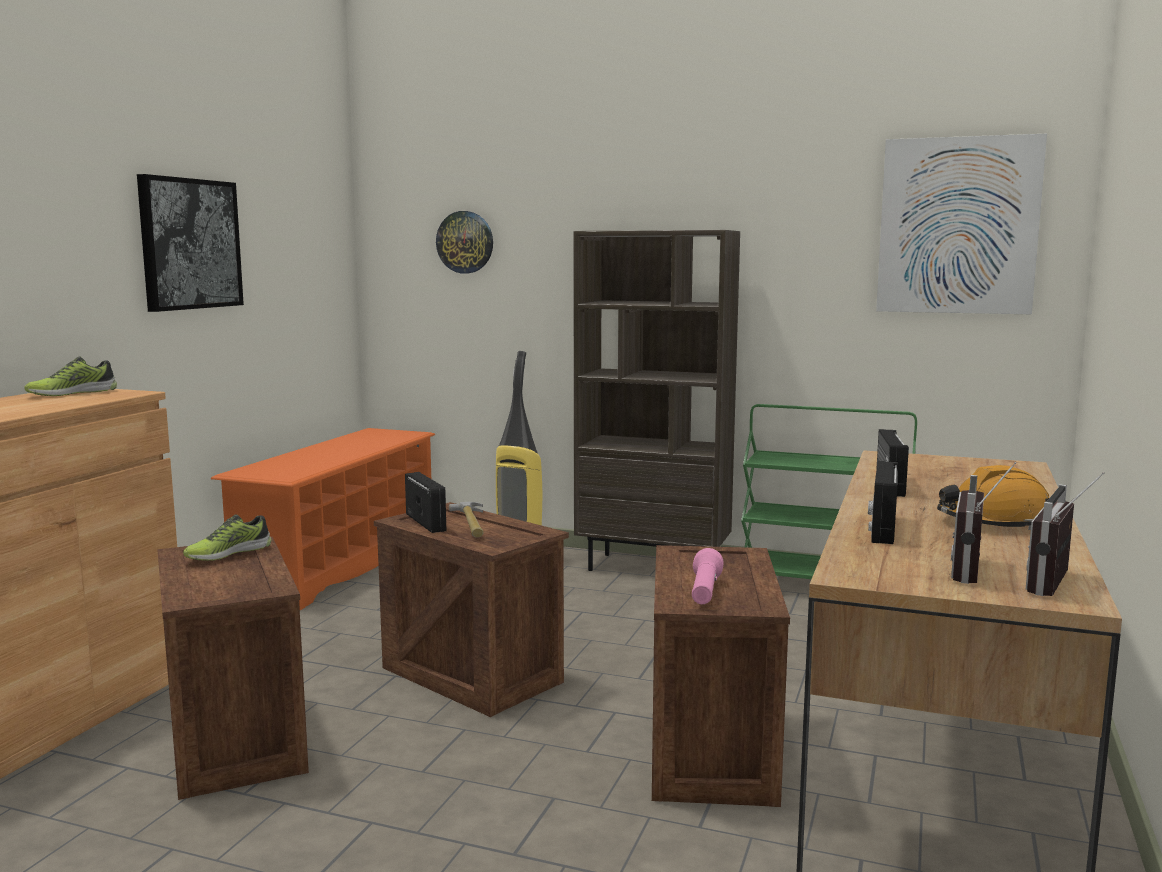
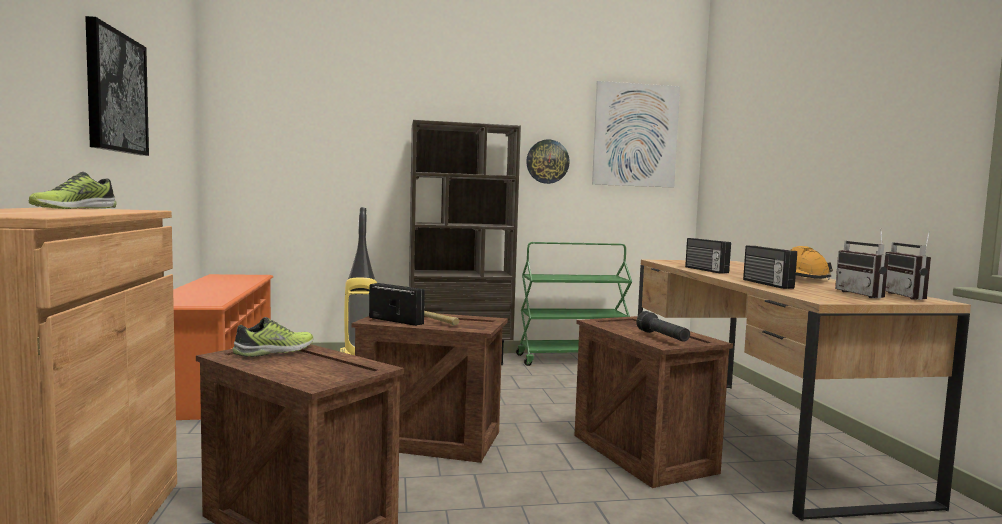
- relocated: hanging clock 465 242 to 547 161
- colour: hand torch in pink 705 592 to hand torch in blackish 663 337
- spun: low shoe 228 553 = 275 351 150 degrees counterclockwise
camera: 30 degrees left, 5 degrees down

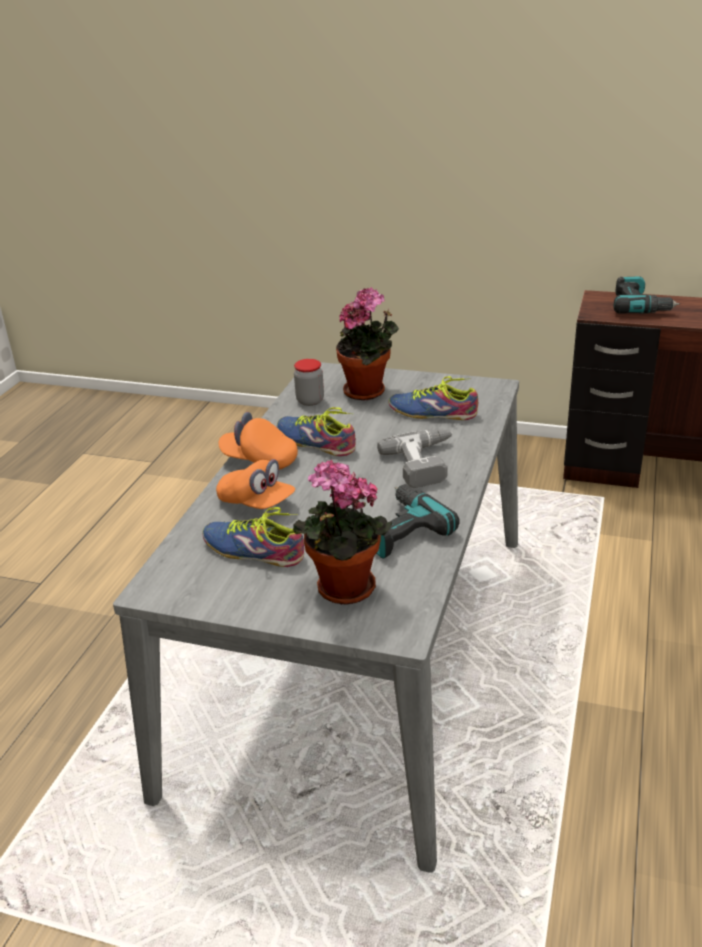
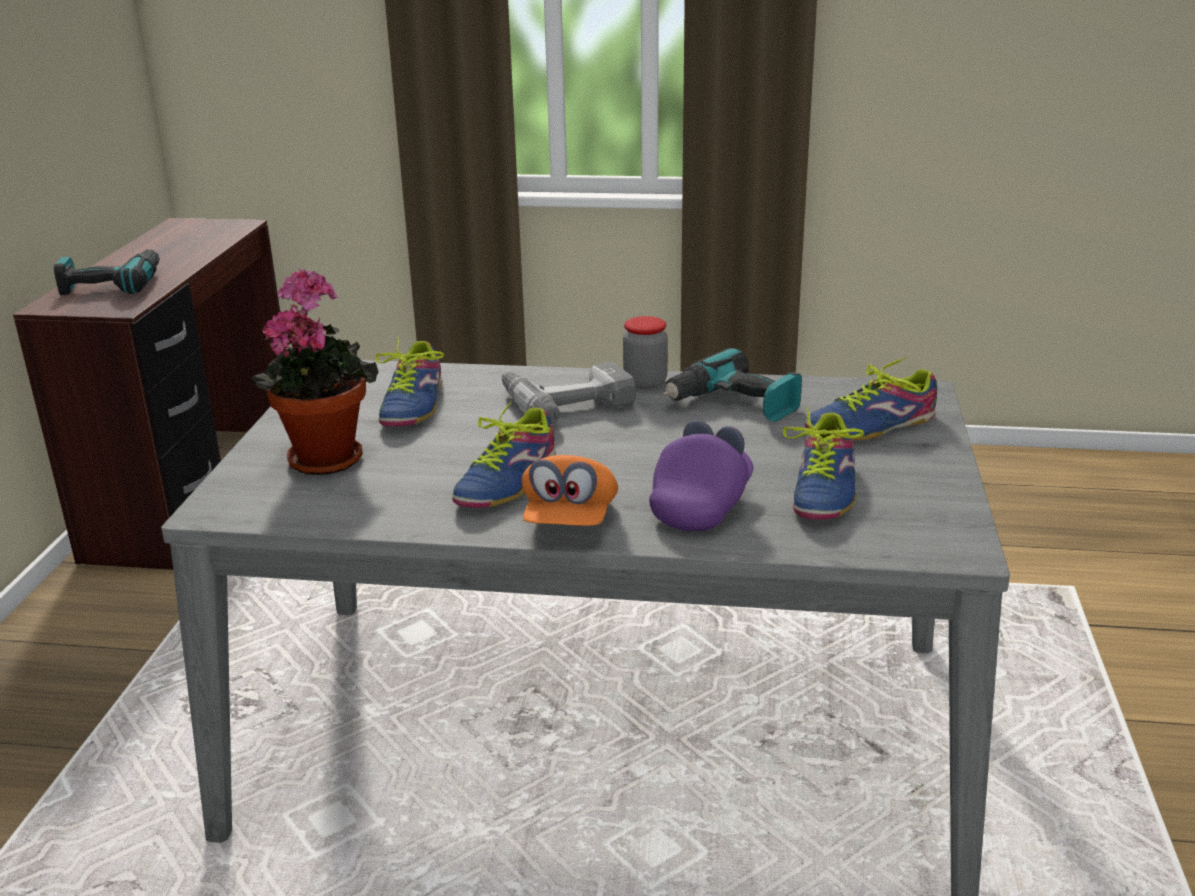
- relocated: jar 310 401 to 645 382
- exchanged: potted plant 342 591 to low shoe 872 426
- colour: peaked cap in orange 256 503 to peaked cap in purplish 702 504
camera: 100 degrees left, 5 degrees down

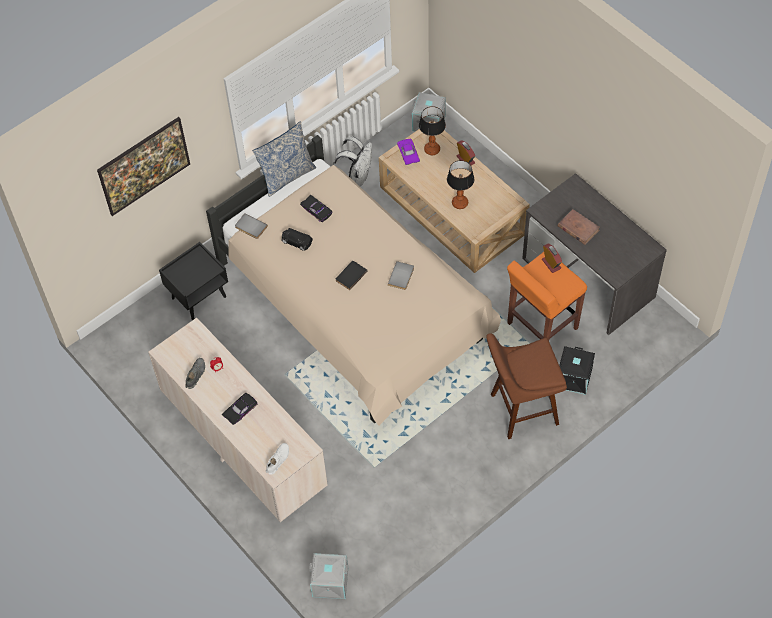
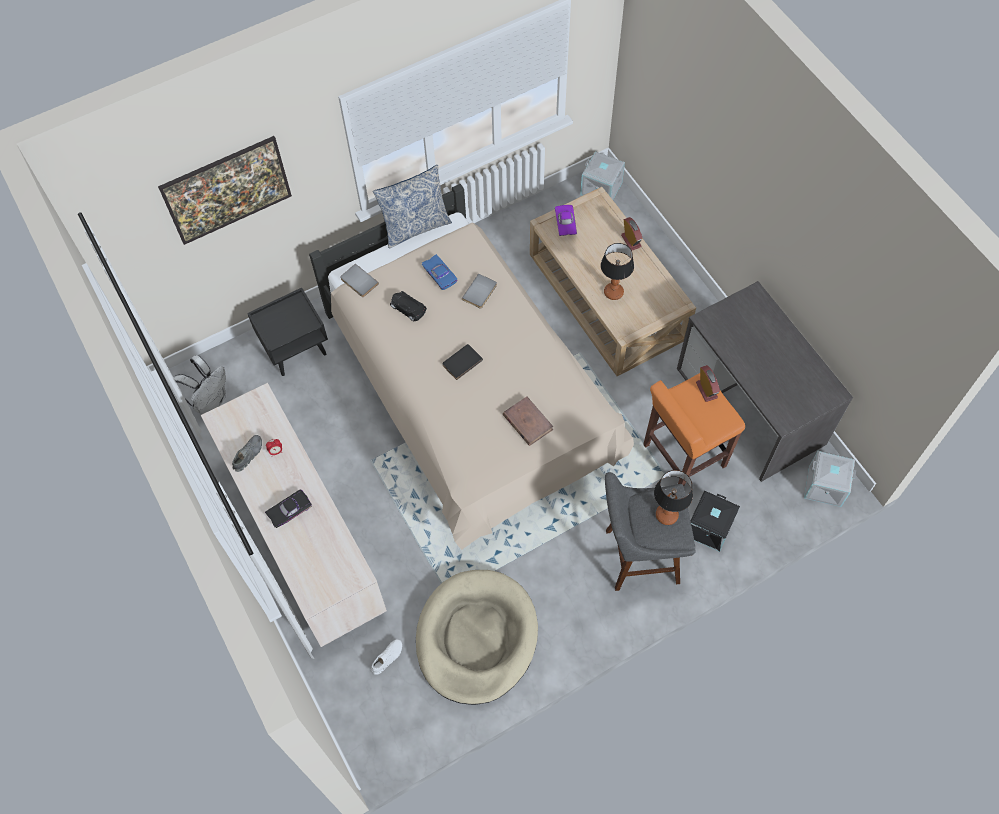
- appeared: dog bed in sand-coloured 476 638
- relocated: low shoe in white 277 460 to 387 657
- relocated: storage bin in gray 330 583 to 824 487
- relocated: backpack in white 357 177 to 210 401
- relocated: book in gray 402 276 to 480 292
- relocated: tabletop lamp 432 149 to 666 514
- relocated: book in brown-coloured 578 228 to 527 422
- colour: miniature car in blackish 317 210 to miniature car in blue 440 274
- colour: stool in brown-coloured 520 410 to stool in gray 637 557
camera: 10 degrees right, 5 degrees up

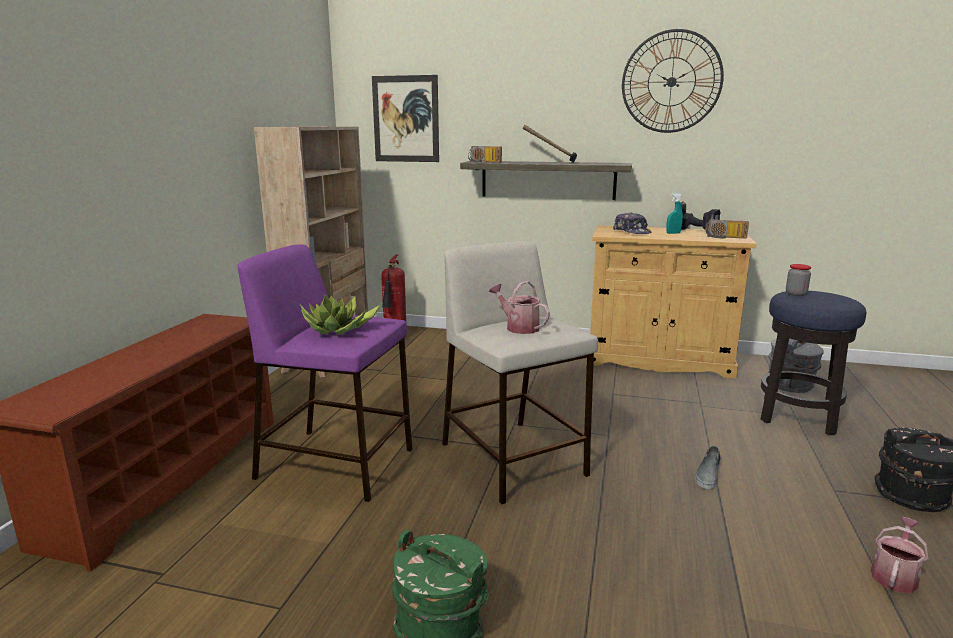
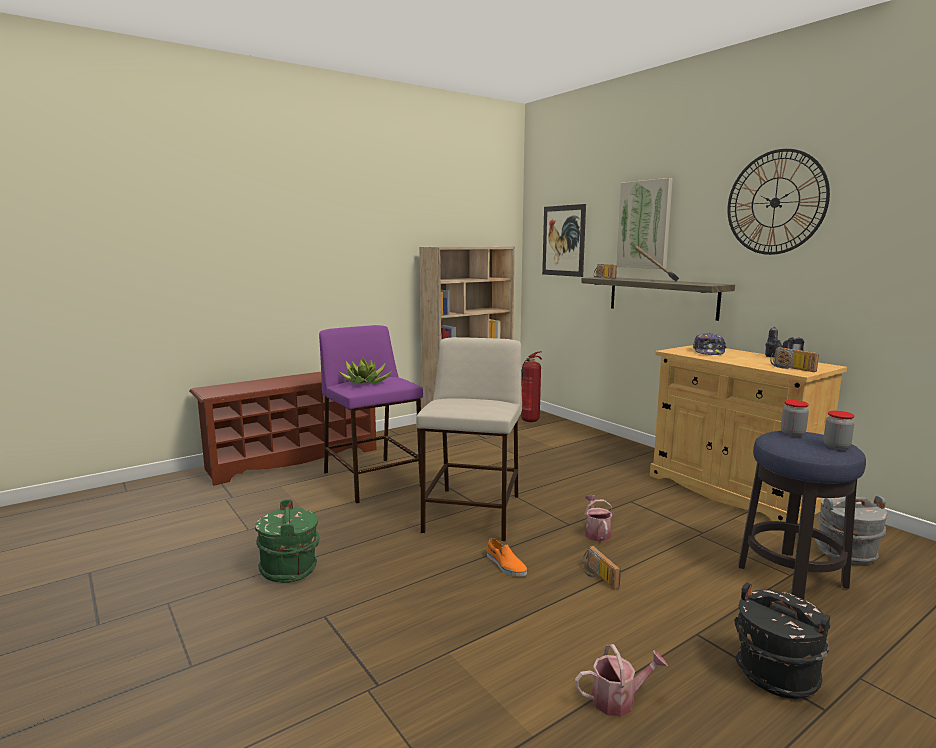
- missing: hand sprayer in turquoise 673 233
- appeared: low shoe in orange 505 565
- appeared: wall art 644 224
- appeared: jar 836 446
- relocated: sprinkling can 518 327 to 596 533
- exchanged: low shoe in gray 708 475 to radio 597 576
camera: 40 degrees right, 5 degrees down

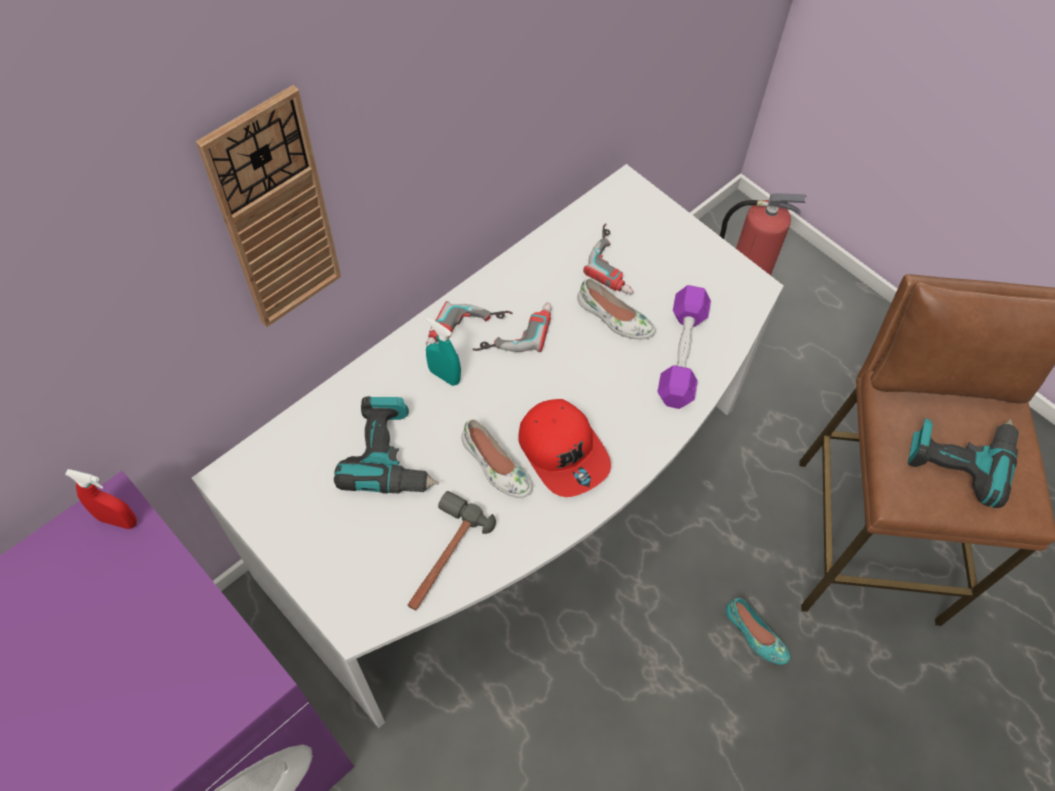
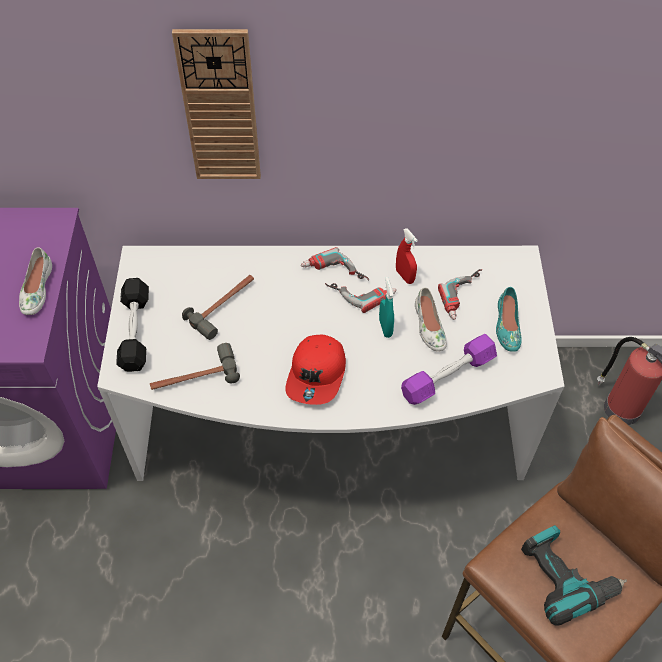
- appeared: hand weight in blackish 135 331
- relocated: hand sprayer in reddish 118 520 to 405 276
- relocated: hand sprayer in turquoise 444 376 to 385 328
- relocated: low shoe in white 495 466 to 36 289
- relocated: low shoe in turquoise 755 635 to 507 326
- exchanged: electric drill 390 455 to tool hammer 224 306
camera: 45 degrees right, 5 degrees down

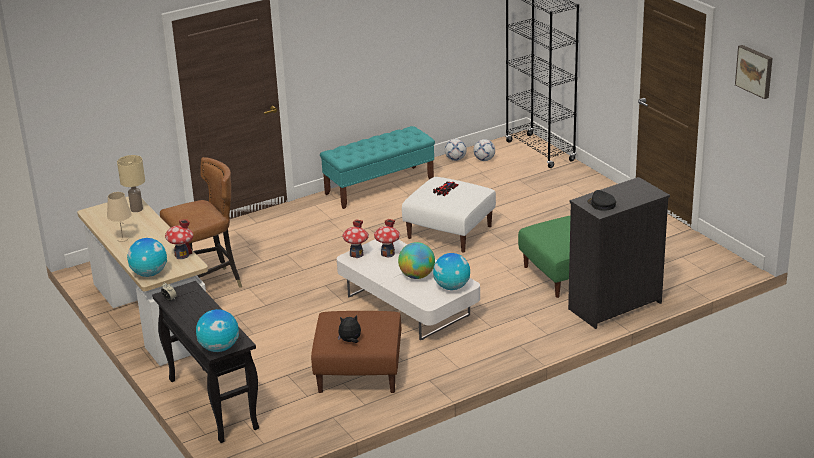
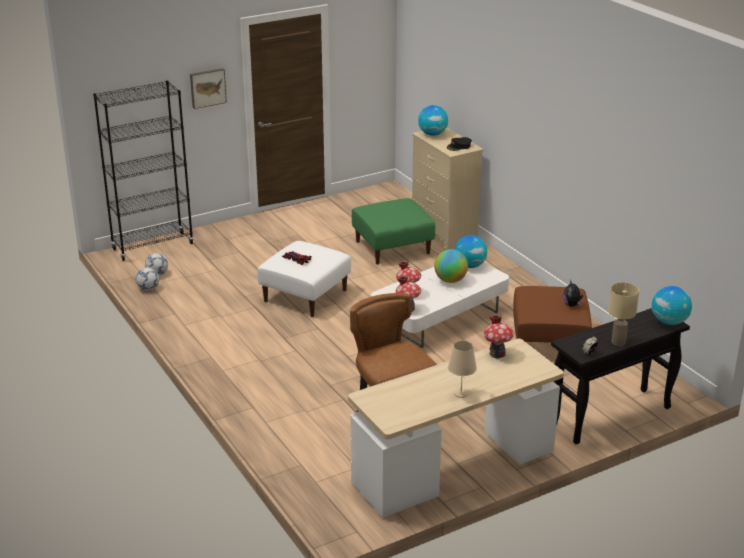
- missing: indoor bench in turquoise 379 187
- relocated: tabletop lamp in sand-coloured 136 209 to 618 342
- relocated: world globe 149 273 to 432 134
- relocated: wall art 755 71 to 207 87
- colour: drawer chest in blackish 613 306 to drawer chest in sand-coloured 444 233
camera: 90 degrees left, 0 degrees up

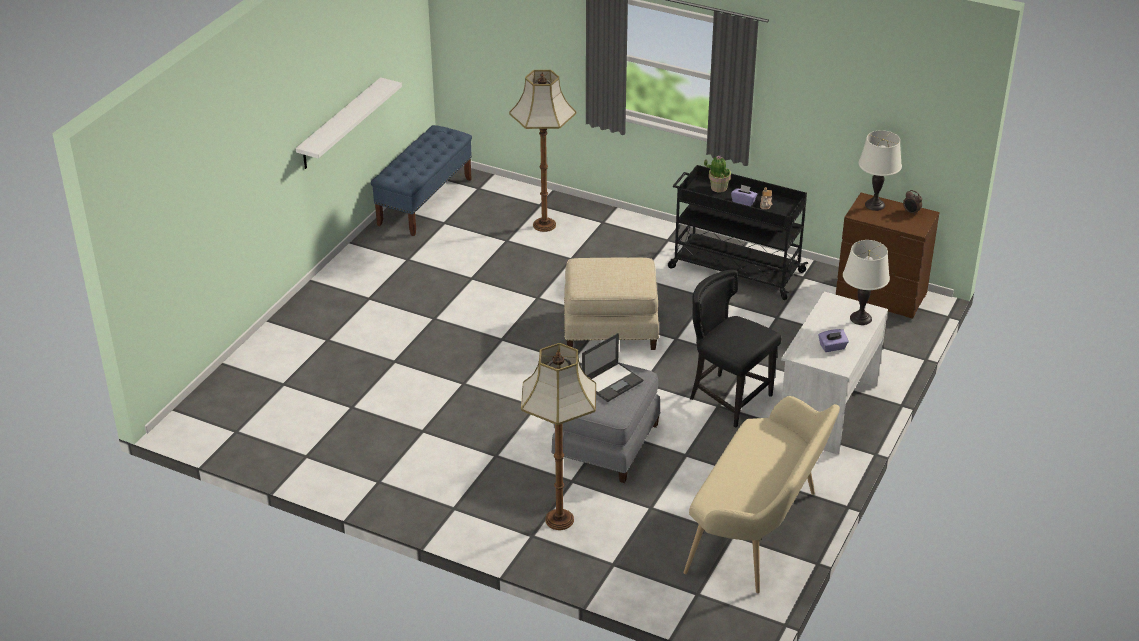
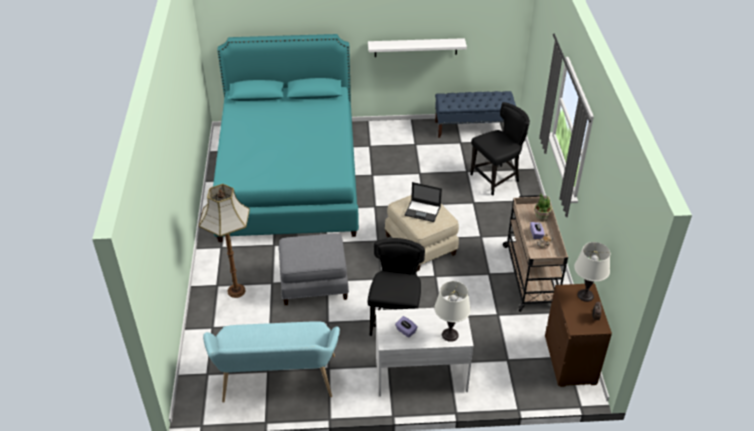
- appeared: sleeping bed in turquoise 288 178
- relocated: laptop 612 382 to 423 211
- exchanged: standing lamp 544 224 to plain chair in blackish 496 179
- colour: wheeled cart in blackish 734 269 to wheeled cart in sand-coloured 530 276
- colour: indoor bench in sand-coloured 759 533 to indoor bench in turquoise 277 383
camera: 60 degrees right, 5 degrees up

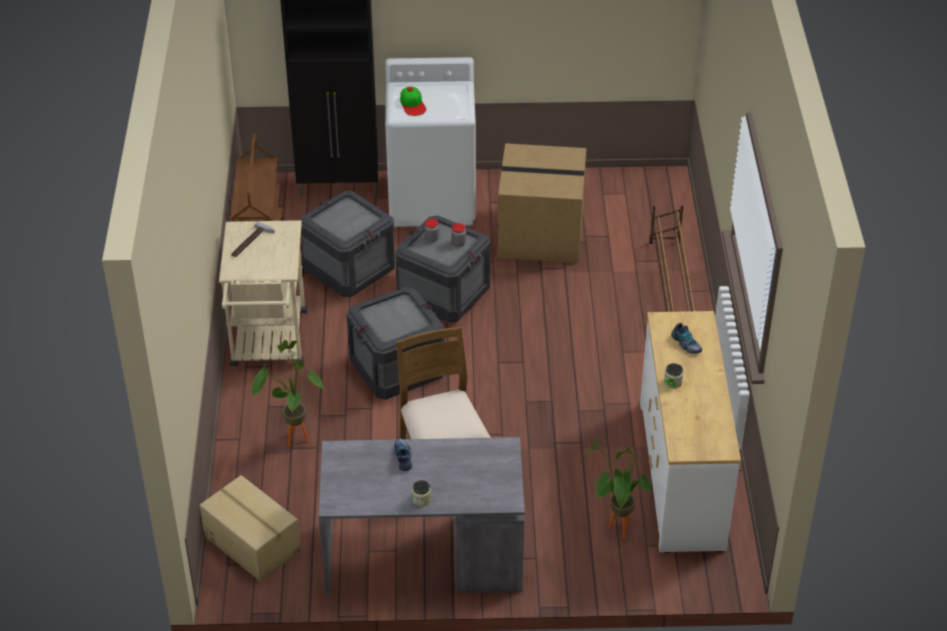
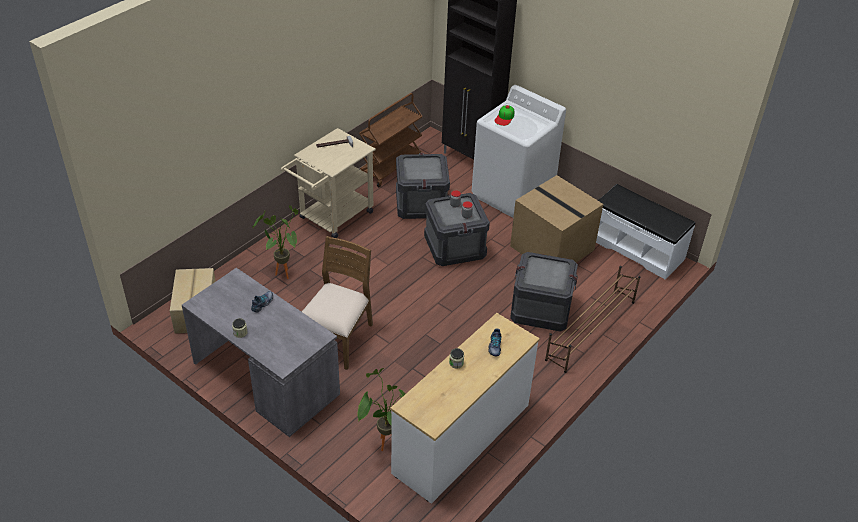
- appeared: indoor bench in white 636 248
- relocated: packing crate 396 367 to 541 309
camera: 40 degrees right, 0 degrees up

